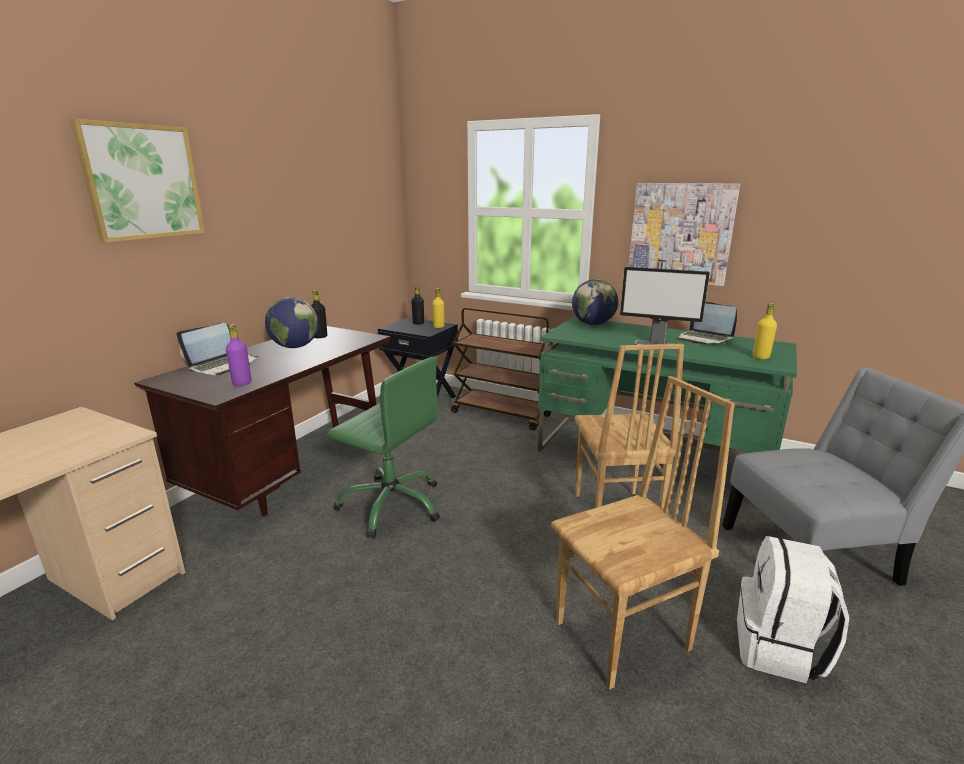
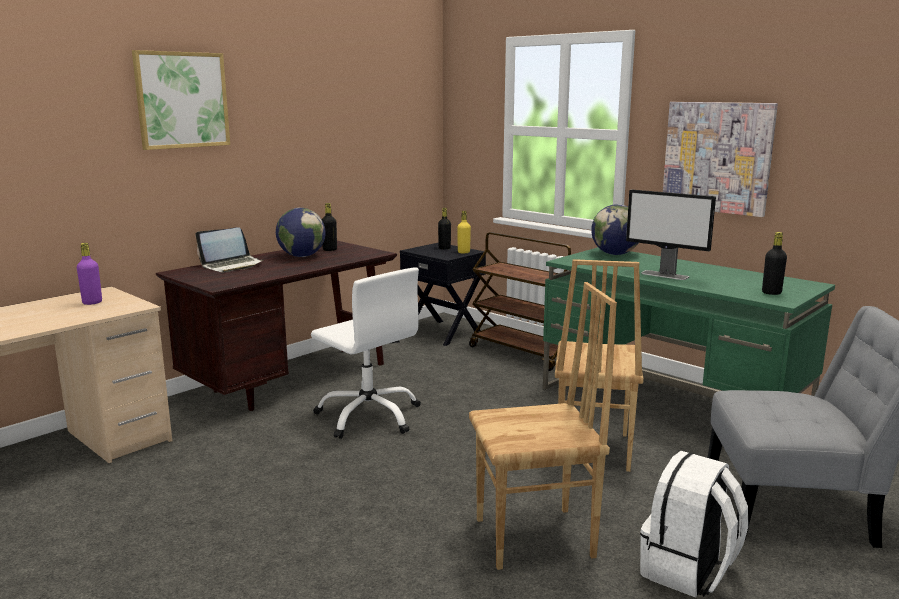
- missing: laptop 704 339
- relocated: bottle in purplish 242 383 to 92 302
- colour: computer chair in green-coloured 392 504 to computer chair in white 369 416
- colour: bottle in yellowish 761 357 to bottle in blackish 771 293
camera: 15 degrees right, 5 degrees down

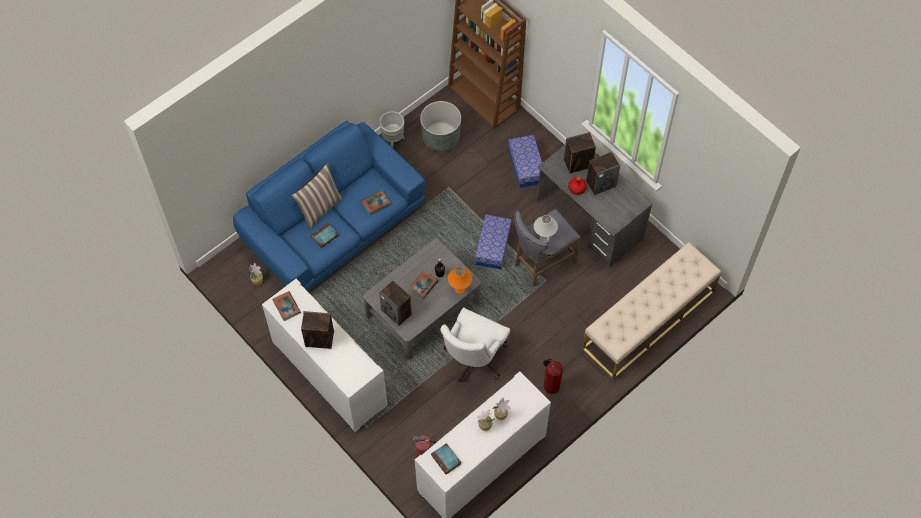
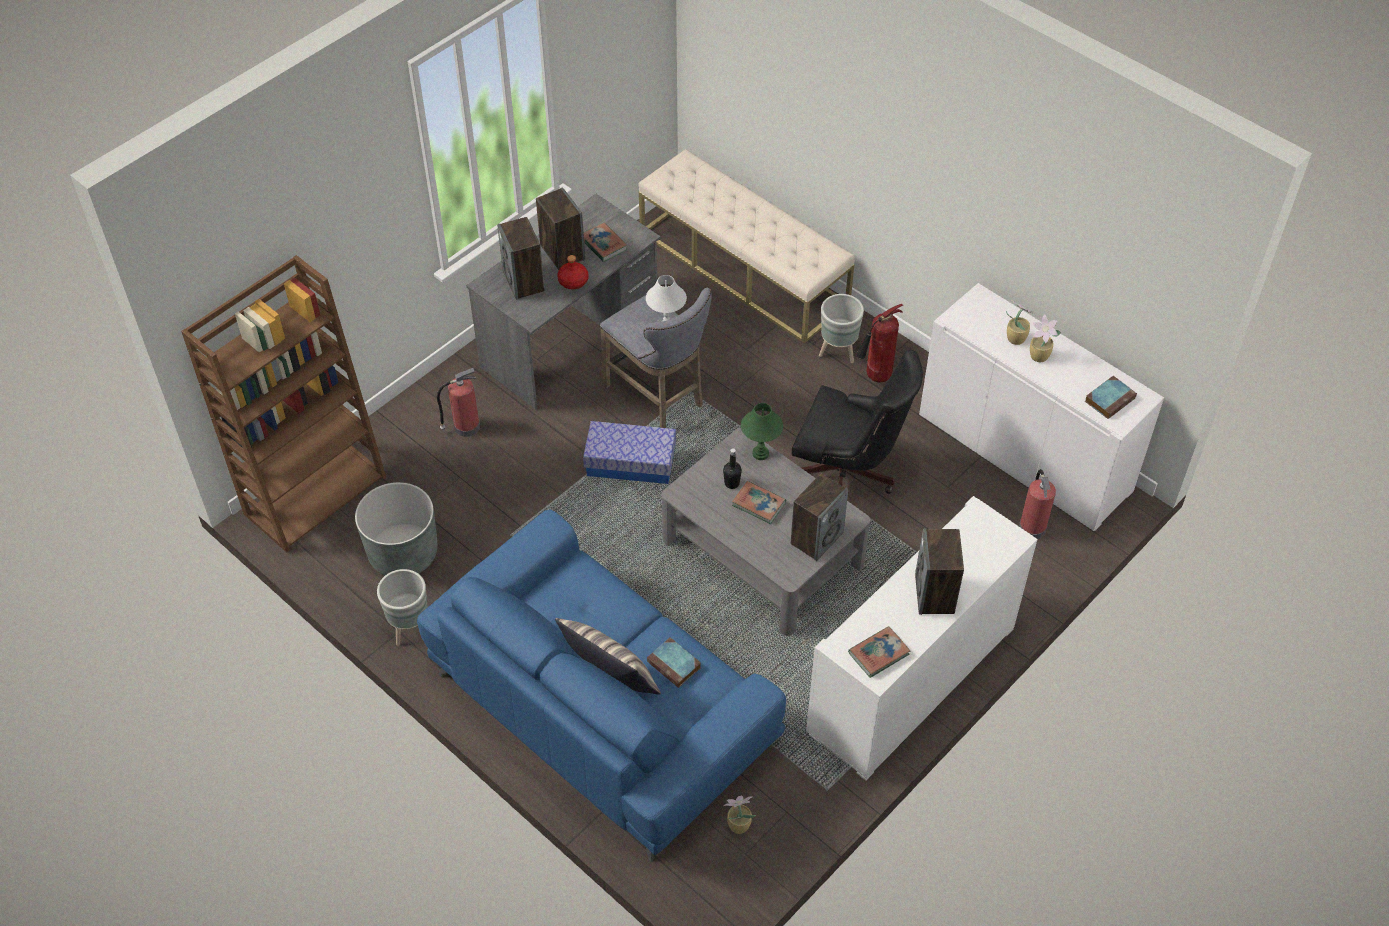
- appeared: plant pot in gray 837 352
- relocated: book 376 203 to 603 245
- exchanged: storage bin 526 166 to fire-fighting cylinder 465 427
- colour: computer chair in white 473 360 to computer chair in blackish 848 476
- colour: tabletop lamp in orange 460 290 to tabletop lamp in green-coloured 760 453
camera: 95 degrees left, 10 degrees down

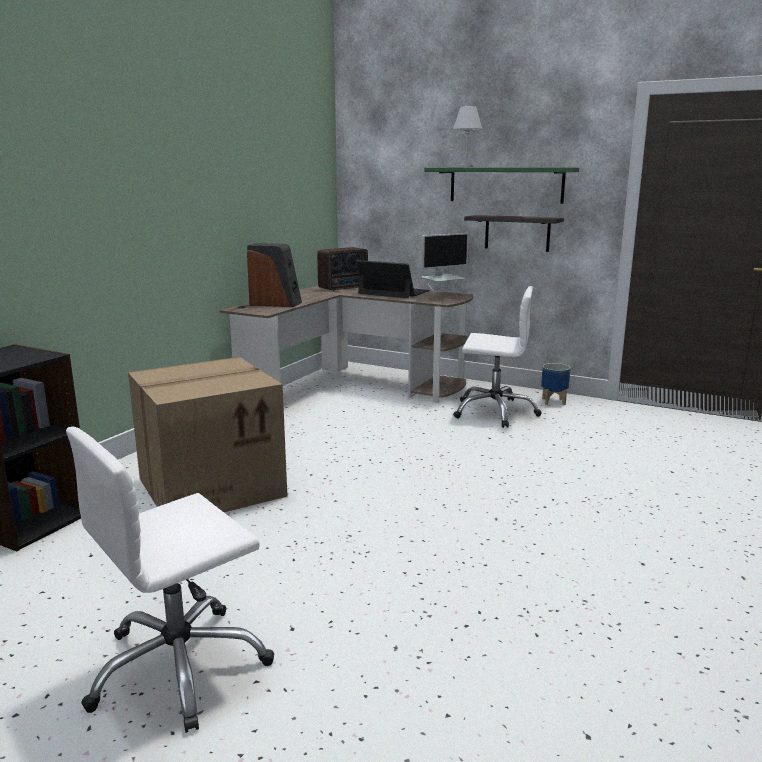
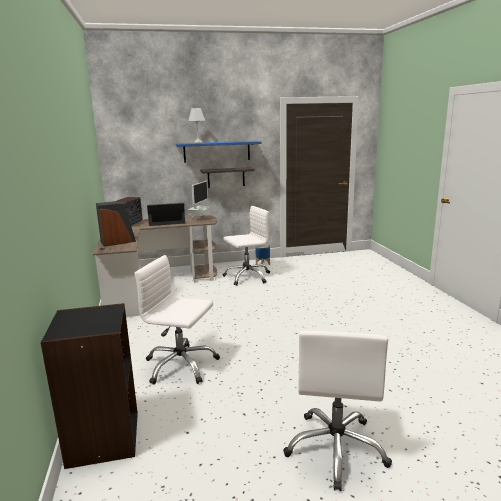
- exchanged: carton 212 486 to computer chair in white 180 365
- colour: bracket shelf in green-coloured 506 185 to bracket shelf in blue 217 151
camera: 40 degrees left, 0 degrees up

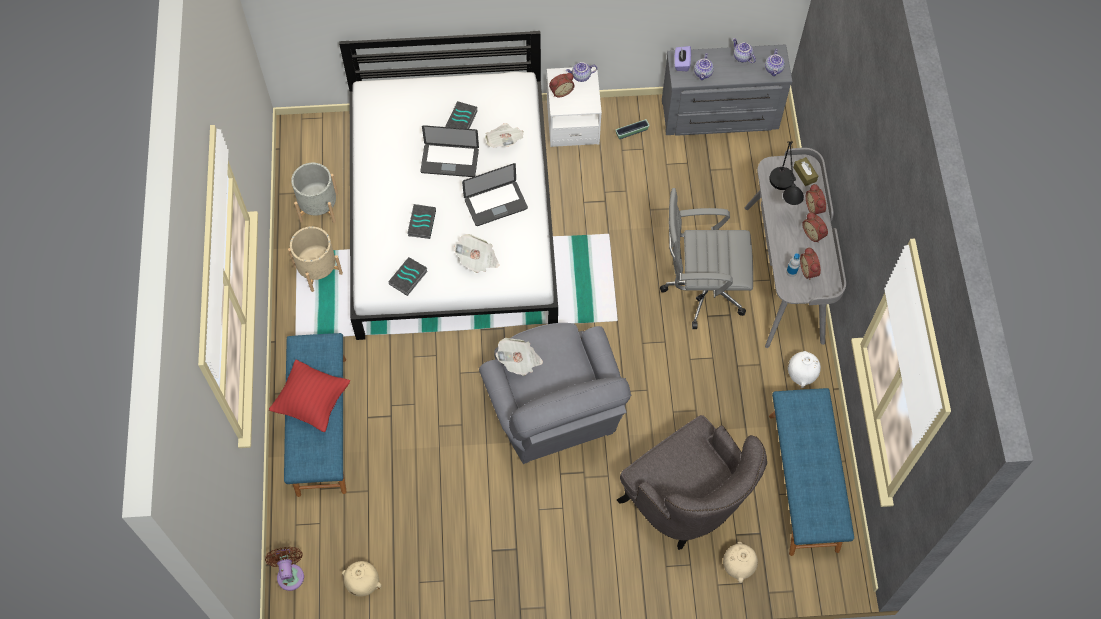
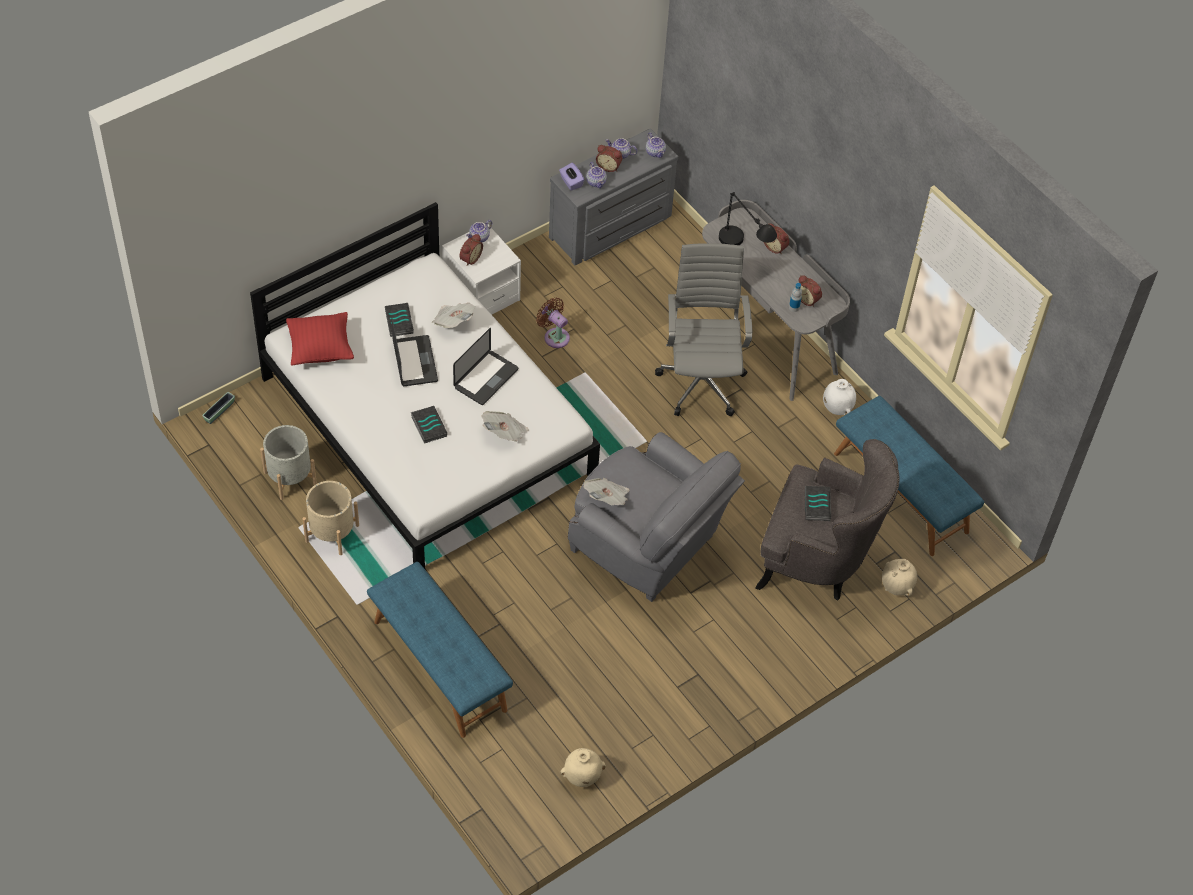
- missing: tissue holder in brown-coloured 804 174
- relocated: electric fan in brown-coloured 290 574 to 554 336
- relocated: cushion in reddish 312 402 to 320 349
- relocated: book 408 278 to 818 506
- relocated: plant pot 632 132 to 219 411
- relocated: alarm clock 814 233 to 609 166
- spun: laptop 449 161 = 415 362 75 degrees counterclockwise
- spun: computer chair in gray 700 290 = 701 381 120 degrees clockwise
camera: 35 degrees left, 10 degrees down

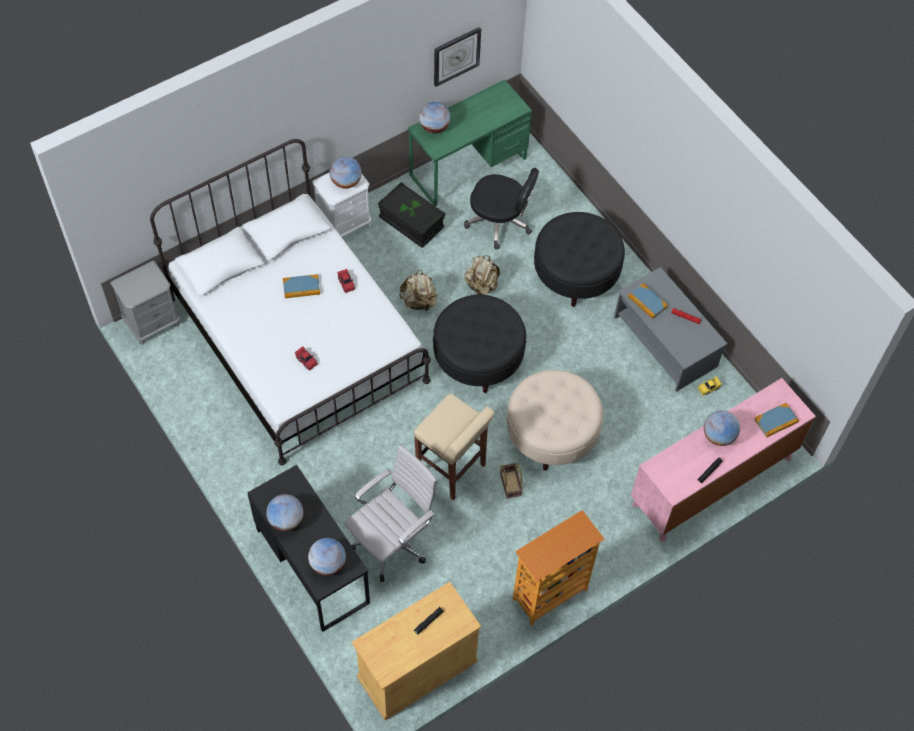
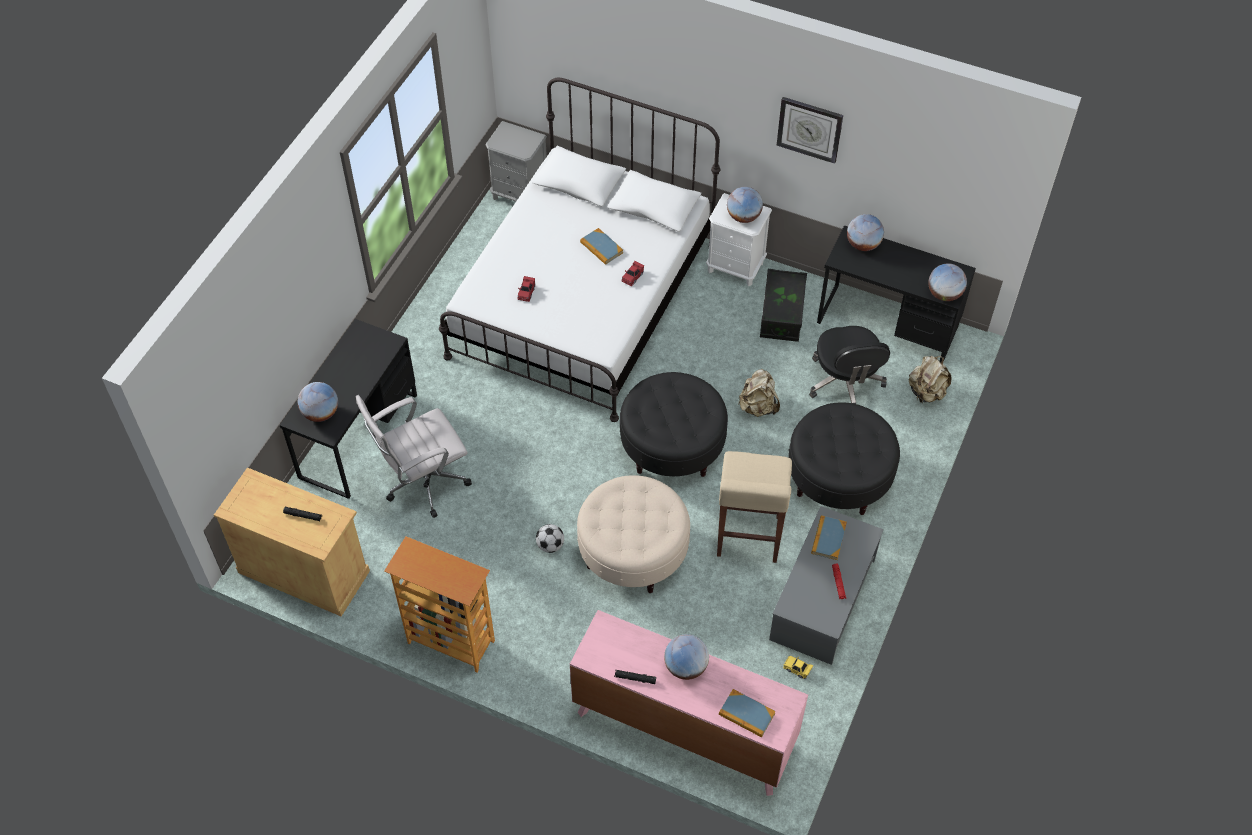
- relocated: world globe 286 520 to 944 294
- relocated: backpack in sand-coloured 419 301 to 926 392
- relocated: stool in sand-coloured 451 469 to 748 537
- relocated: hanging clock 456 56 to 809 129
- exchanged: basket 509 484 to football ball 550 545
- colour: desk unit in green-coloured 468 167 to desk unit in blackish 887 324
- spun: computer chair in white 393 542 = 423 483 135 degrees clockwise
camera: 60 degrees right, 5 degrees down

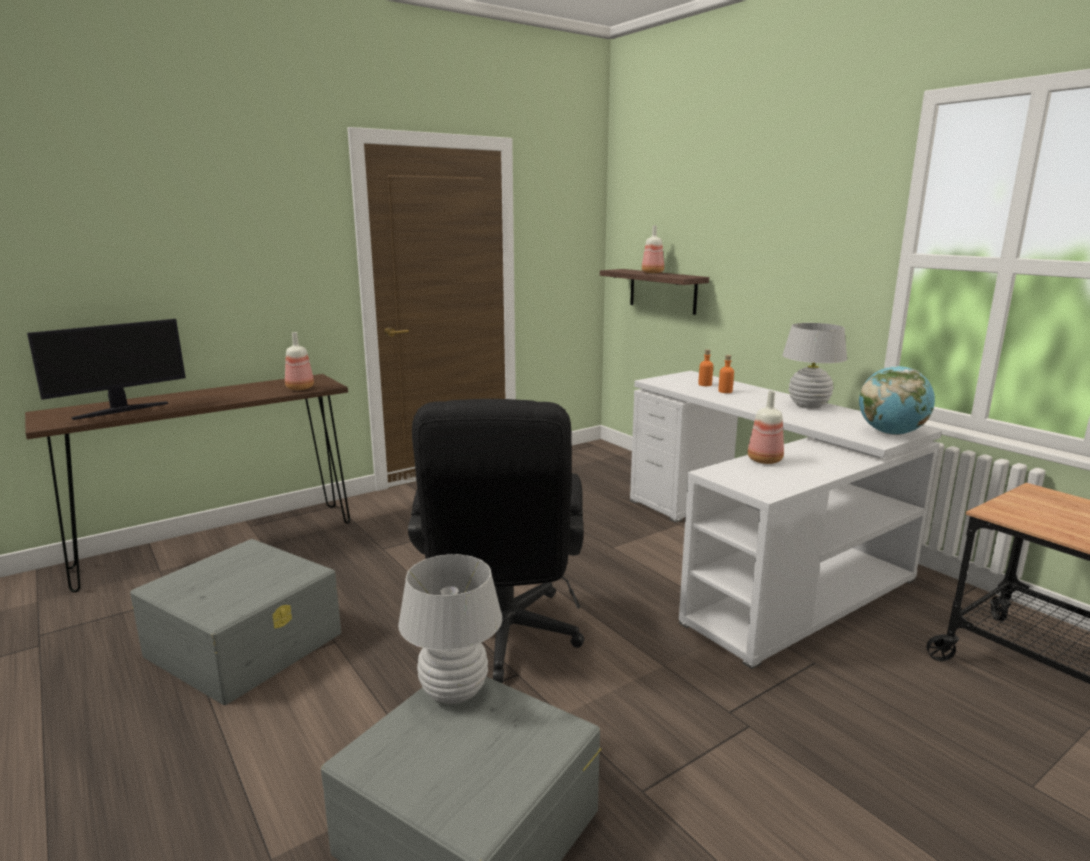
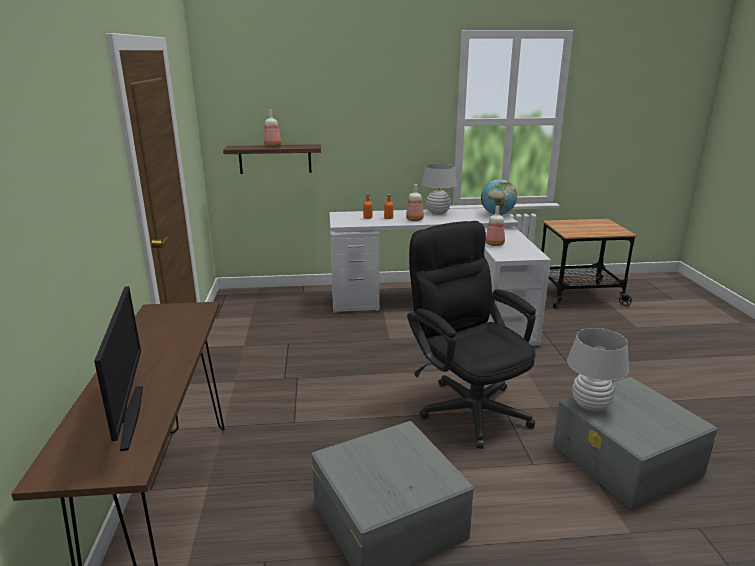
- relocated: bottle 300 388 to 415 220
- spun: computer chair in blackish 502 641 = 467 405 150 degrees counterclockwise
camera: 60 degrees left, 5 degrees up

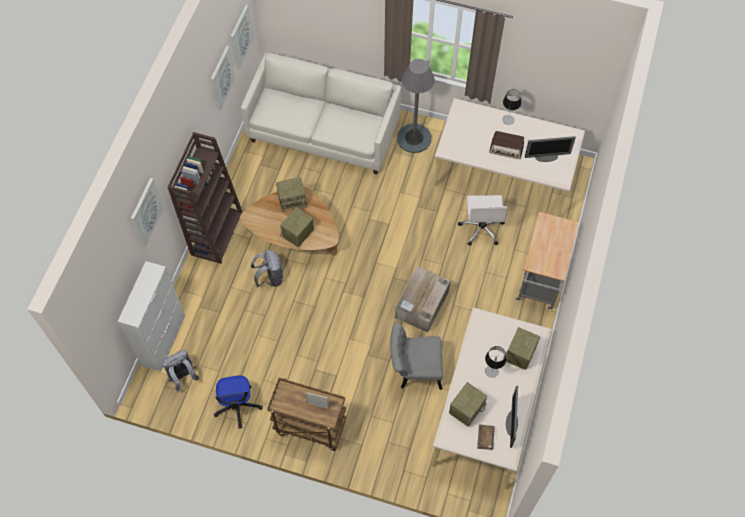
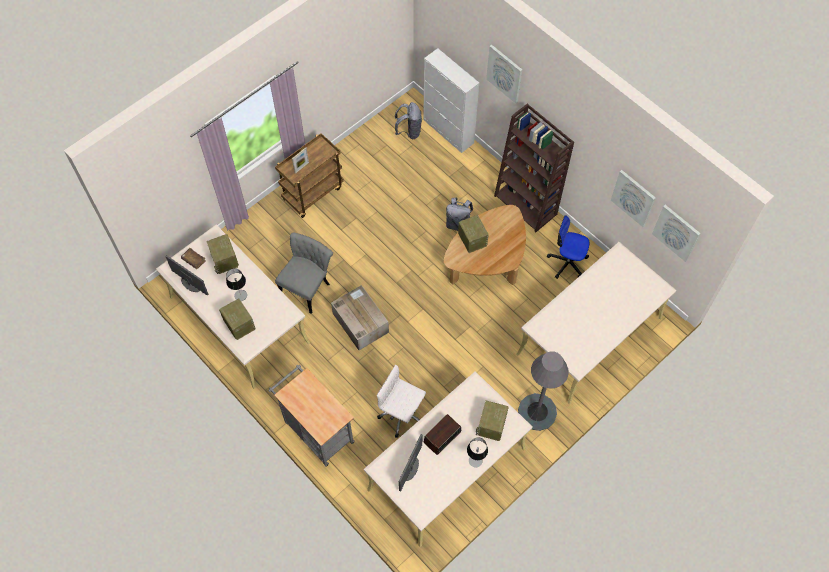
- relocated: computer chair 238 406 to 567 262
- relocated: radio 292 200 to 491 426
- exchanged: settee in white 323 131 to desk unit in sand-coloured 589 336
camera: 120 degrees right, 0 degrees up

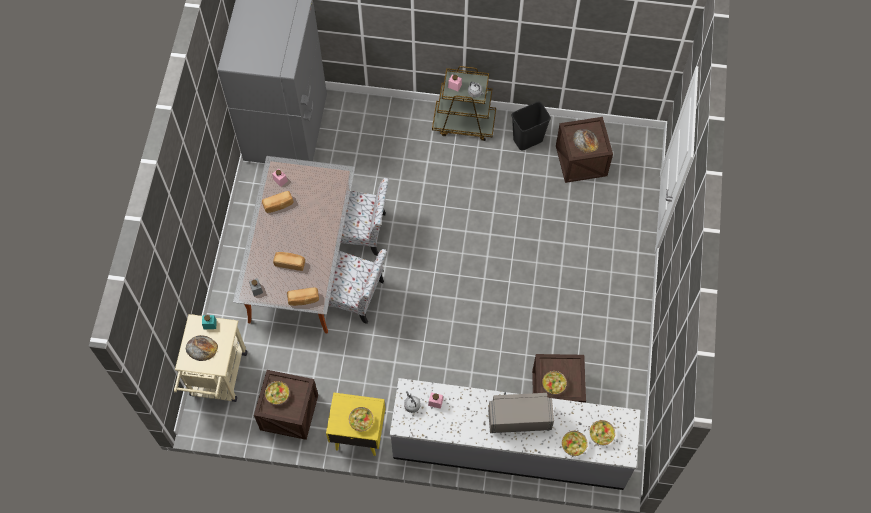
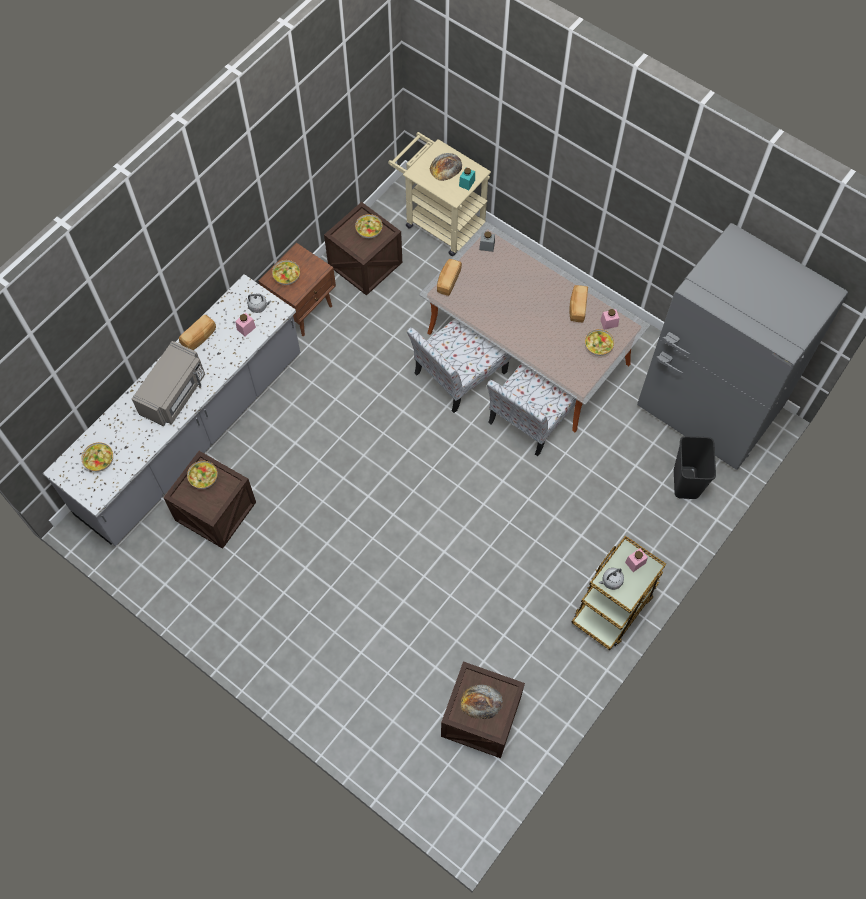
- relocated: baked bread 290 263 to 199 337
- relocated: trash can in blackish 527 139 to 686 483
- relocated: serving bowl 573 445 to 598 346
- colour: night table in yellowish 357 434 to night table in brown-coloured 303 309
camera: 120 degrees right, 0 degrees up

